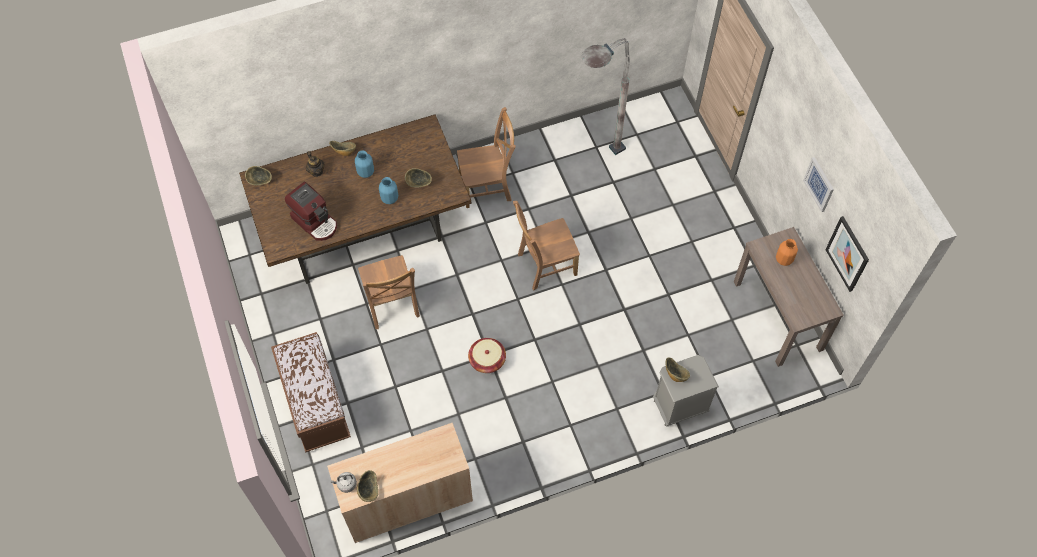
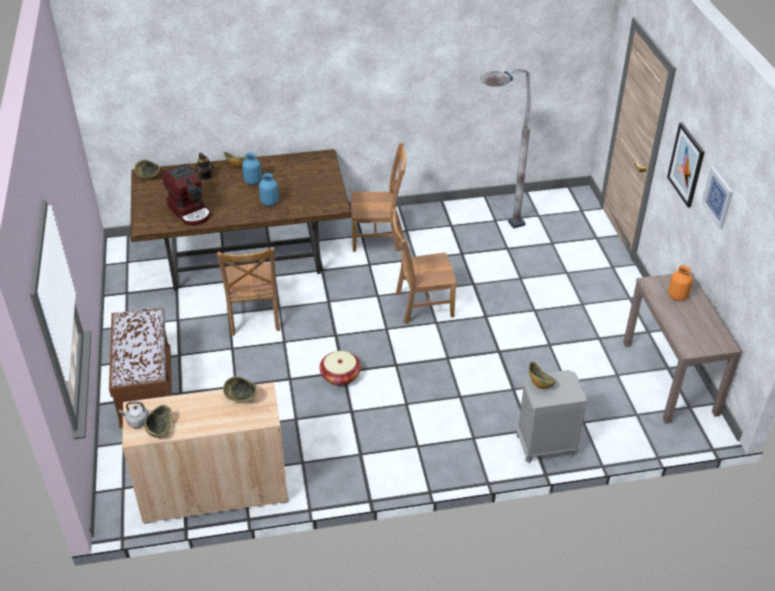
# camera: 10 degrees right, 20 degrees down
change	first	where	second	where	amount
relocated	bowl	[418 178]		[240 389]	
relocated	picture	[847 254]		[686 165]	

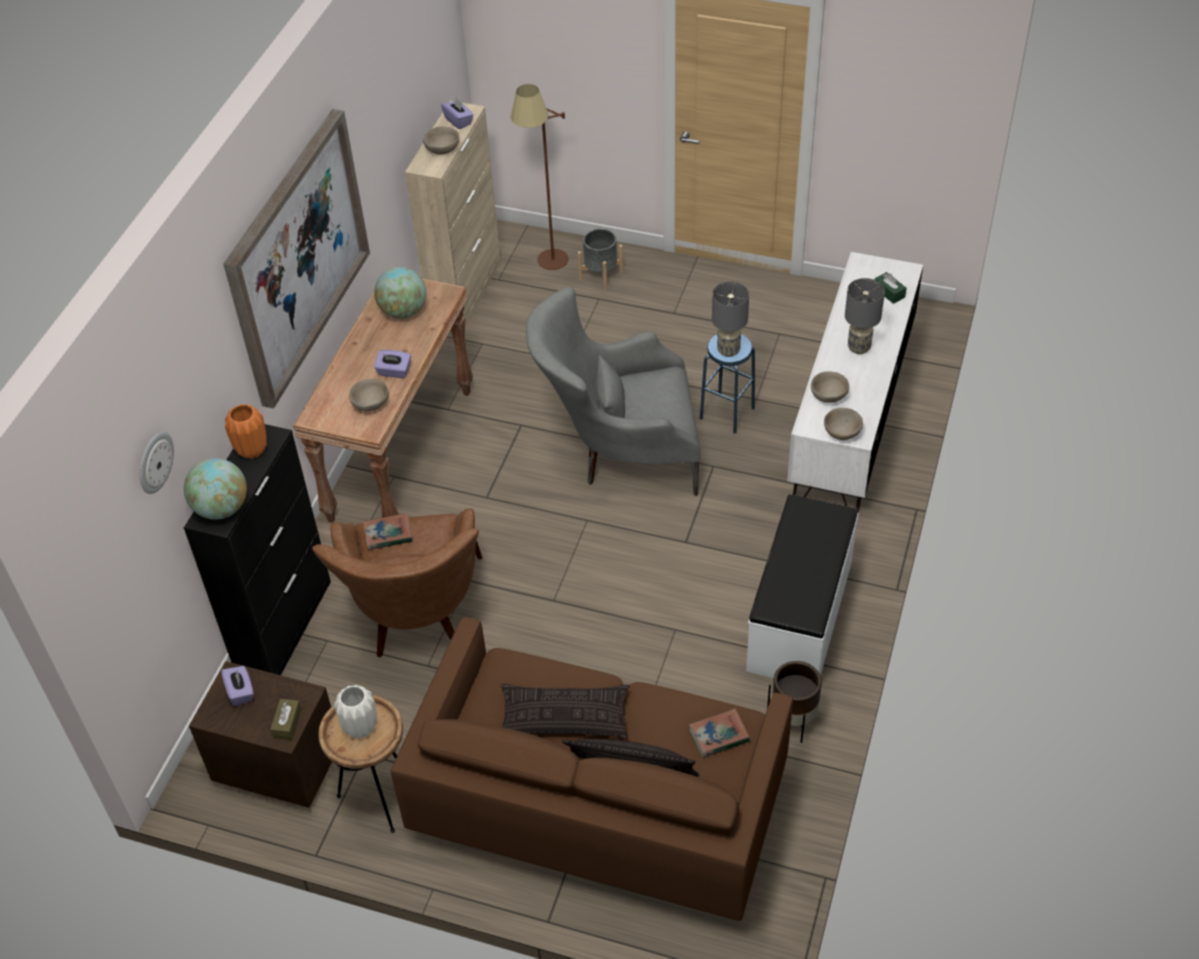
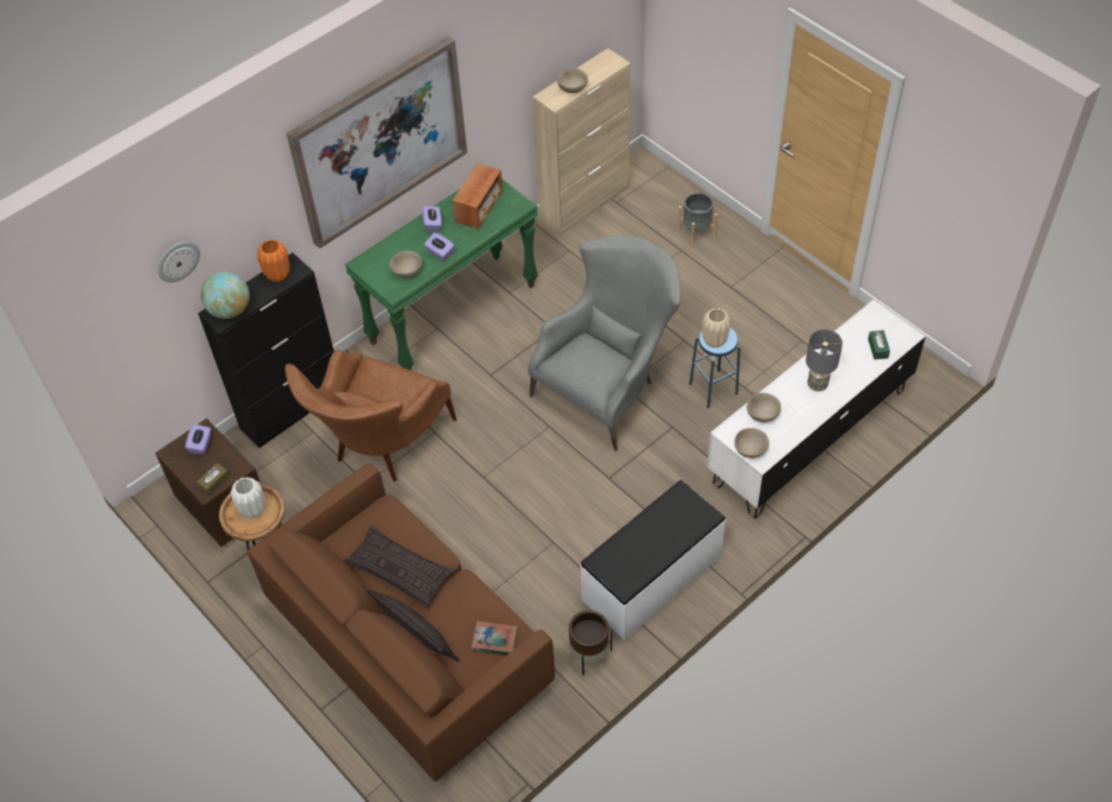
# camera: 30 degrees right, 5 degrees up
change	first	where	second	where	amount
missing	brown floor lamp	[539 177]			
relocated	purple tissue box	[457 113]		[432 219]	
exchanged	globe	[400 293]	radio	[477 196]	
colour	brown console table	[383 401]	green console table	[441 274]	
exchanged	grey table lamp	[730 319]	beige vase	[716 328]	
spun	grey armchair	[613 391]		[604 343]	105 degrees clockwise
missing	book	[388 531]			

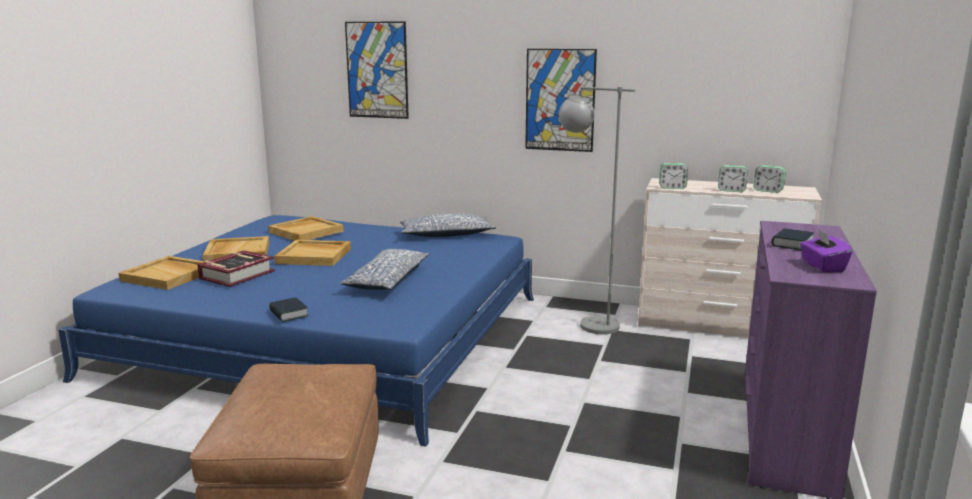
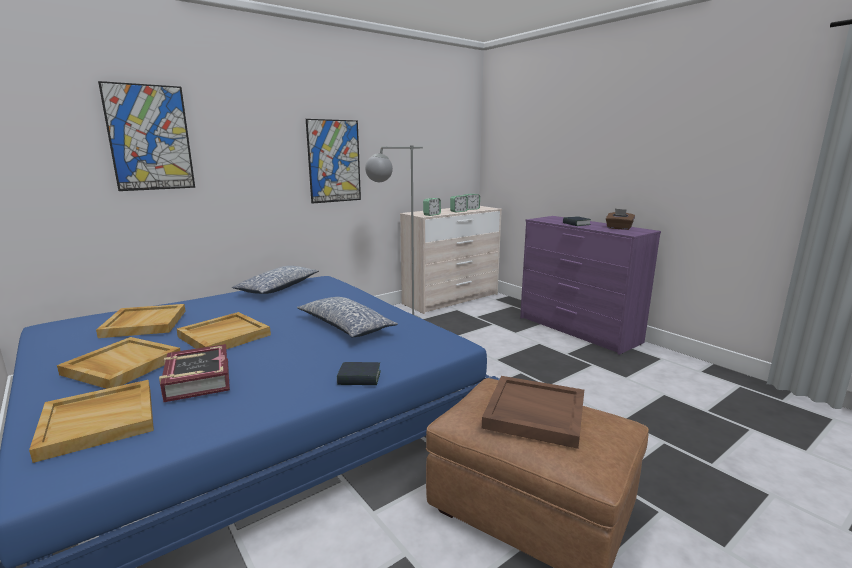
# camera: 55 degrees left, 0 degrees up
change	first	where	second	where	amount
colour	purple tissue box	[826 250]	brown tissue box	[620 219]	
appeared			brown tray	[533 412]	

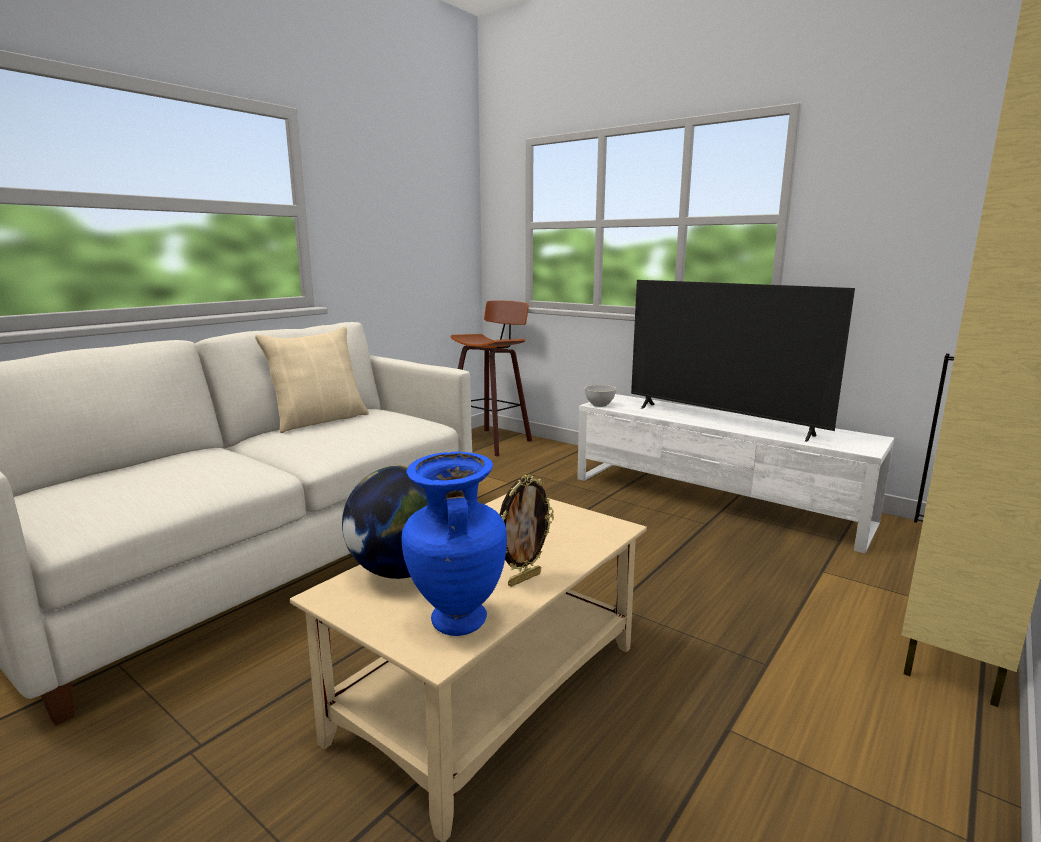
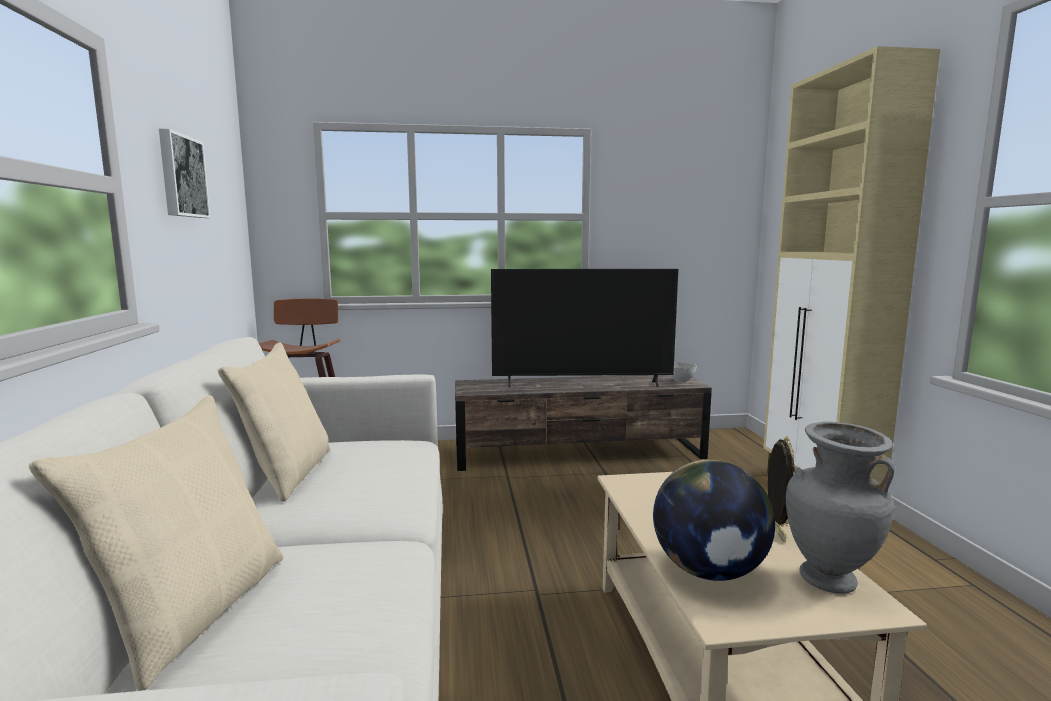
# camera: 45 degrees left, 5 degrees down
change	first	where	second	where	amount
relocated	grey bowl	[600 396]		[683 372]	
colour	white tv stand	[735 474]	brown tv stand	[583 423]	
colour	blue vase	[454 544]	grey vase	[840 508]	
appeared			picture	[184 173]	
appeared			beige pillow	[156 543]	

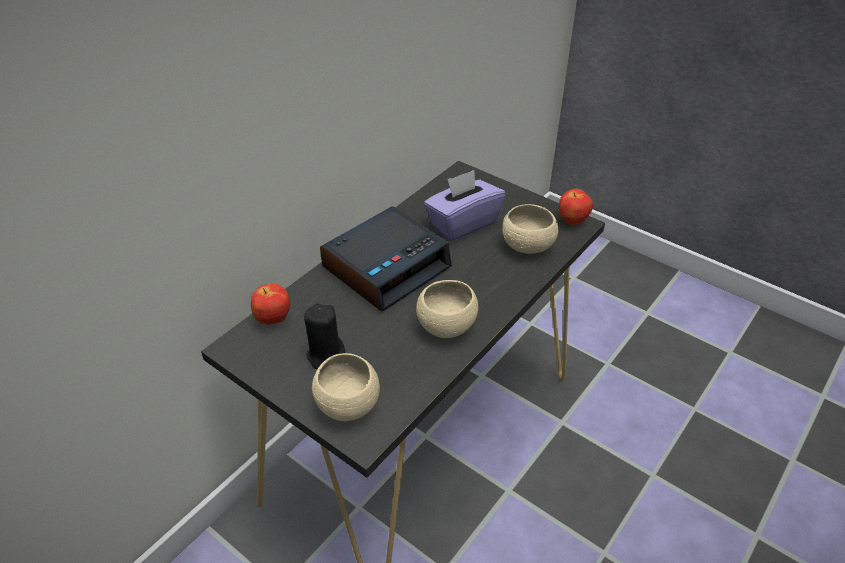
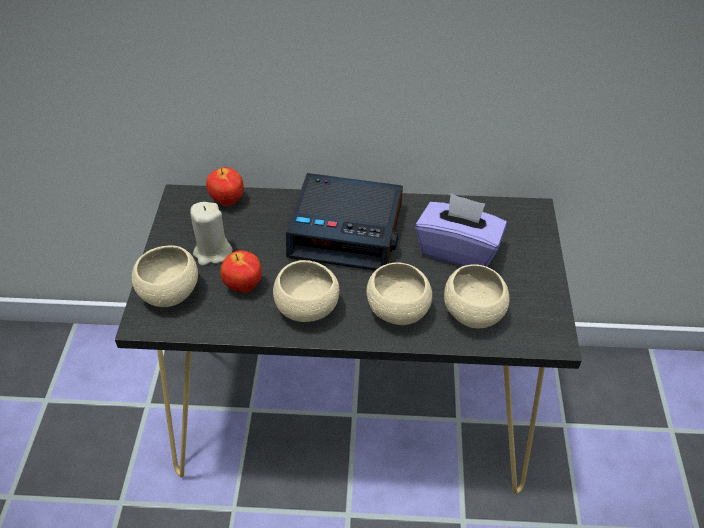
# camera: 55 degrees right, 5 degrees up
change	first	where	second	where	amount
relocated	apple	[576 207]		[241 272]	
colour	black candle	[324 336]	beige candle	[211 234]	
appeared			beige bowl	[399 294]	

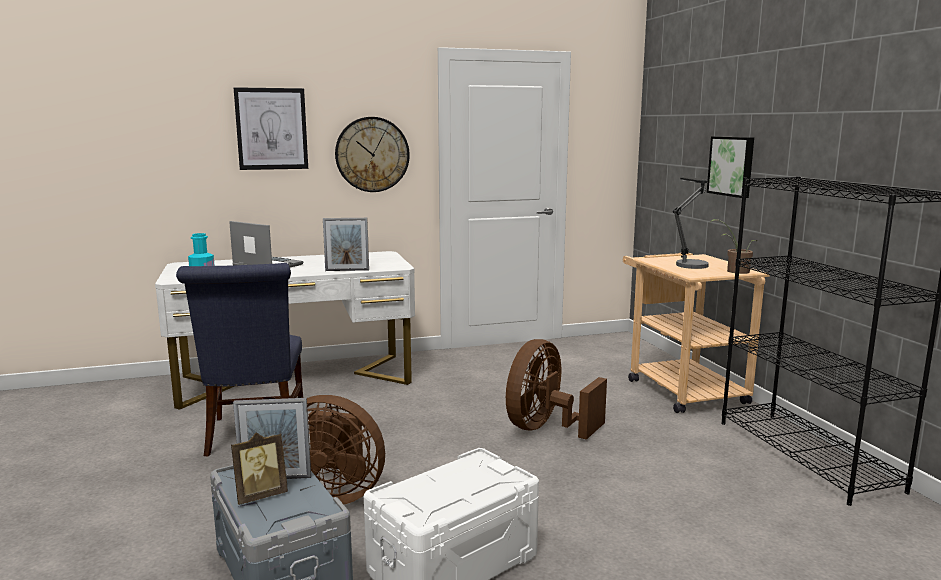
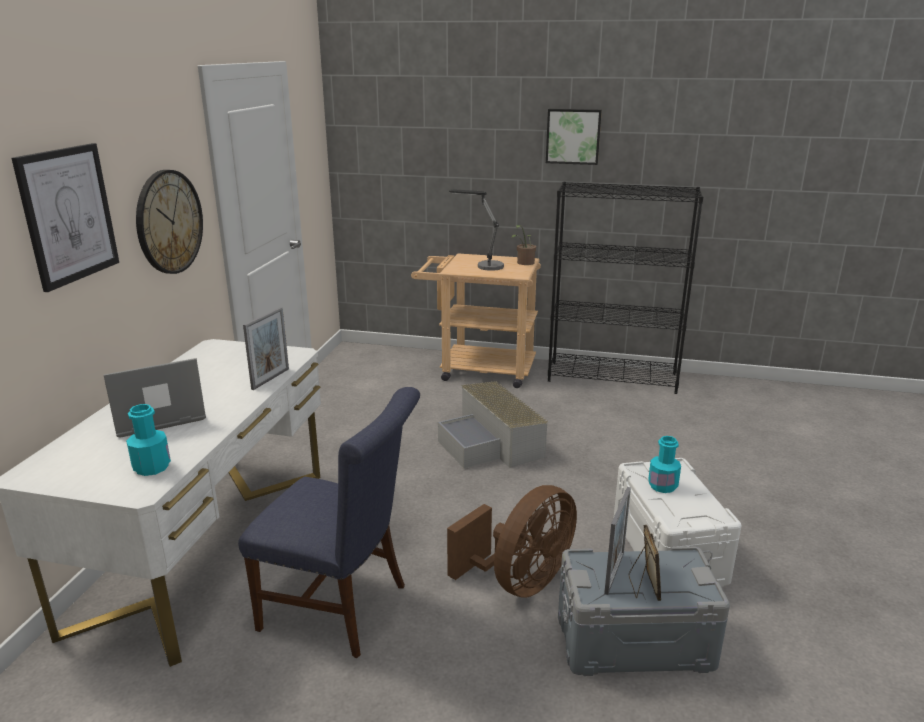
# camera: 60 degrees left, 10 degrees up
change	first	where	second	where	amount
relocated	picture	[730 167]		[574 137]	
exchanged	brown fan	[556 389]	grey storage box	[493 425]	
appeared			turquoise bottle	[664 464]	

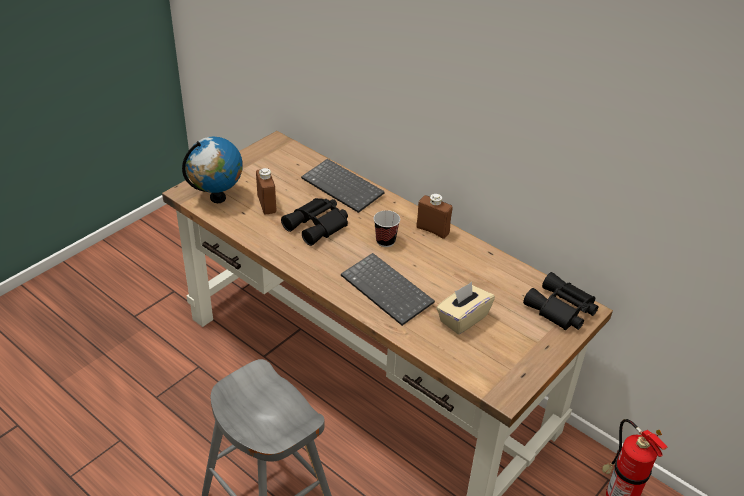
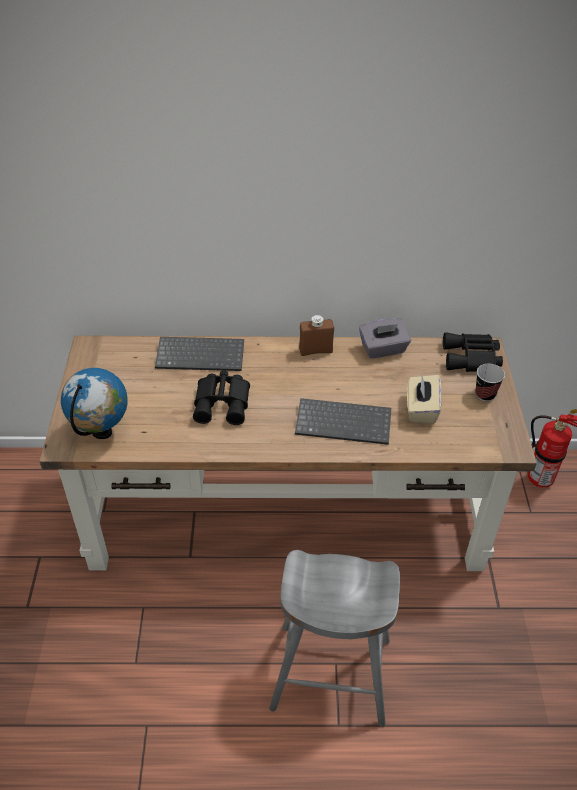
# camera: 40 degrees left, 5 degrees up
change	first	where	second	where	amount
missing	brown bottle	[266 191]			
relocated	cup	[387 228]		[490 383]	
appeared			grey tissue box	[385 338]	

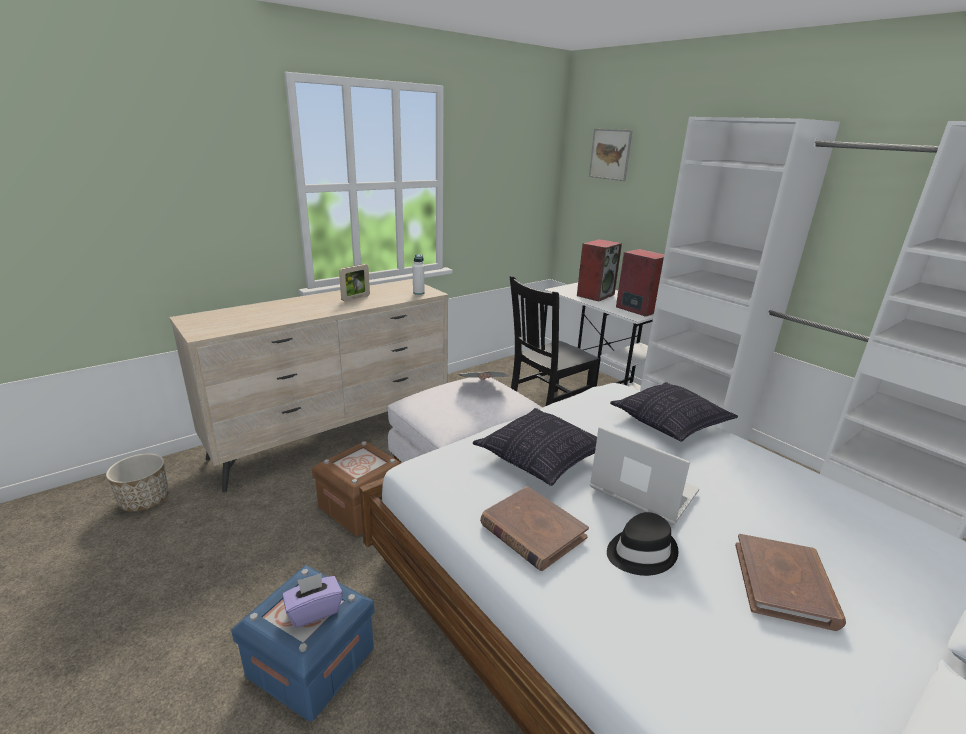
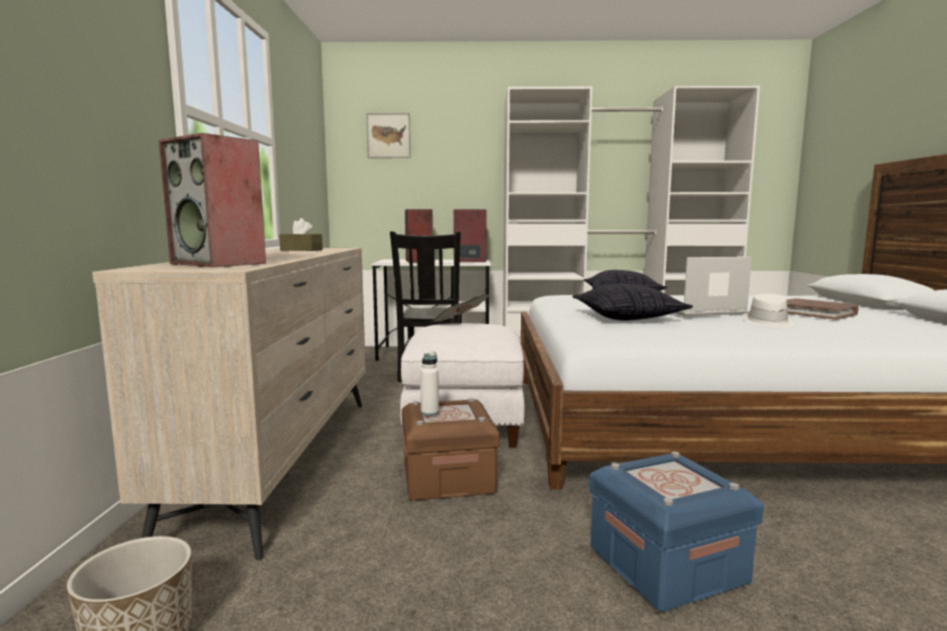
# camera: 50 degrees left, 15 degrees down
change	first	where	second	where	amount
relocated	white bottle	[419 274]		[429 384]	
missing	picture frame	[354 283]			
missing	brown book	[534 528]			
colour	black hat	[642 544]	white hat	[769 310]	
missing	purple tissue box	[312 600]			
appeared			speaker	[212 200]	
appeared			brown tissue box	[301 234]	

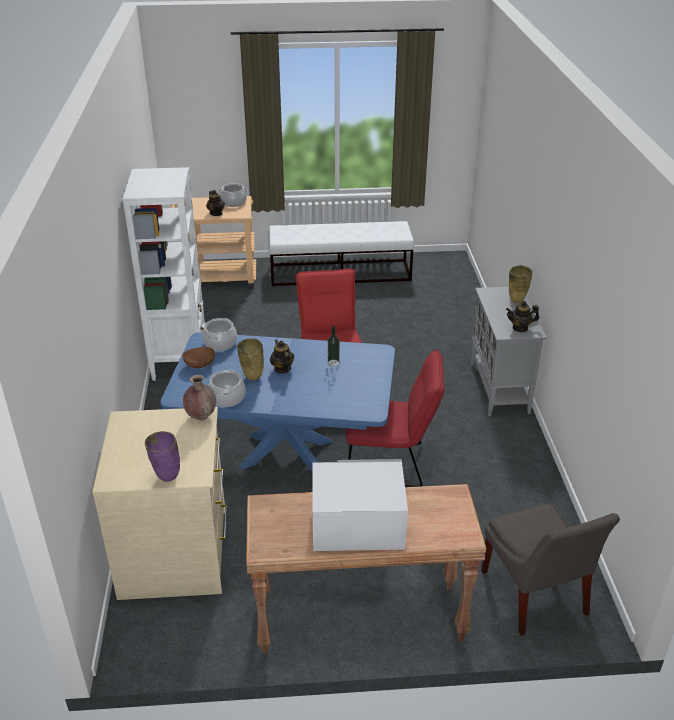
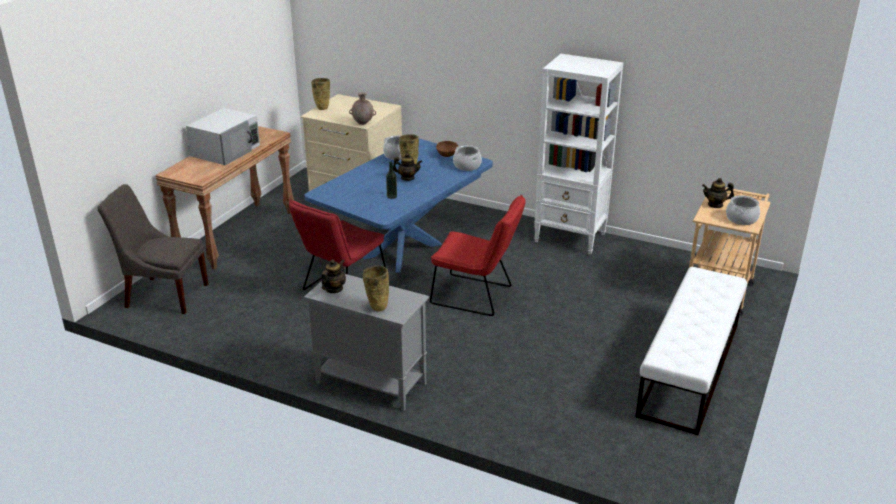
# camera: 120 degrees right, 5 degrees down
change	first	where	second	where	amount
colour	purple vase	[162 456]	beige vase	[320 94]	

